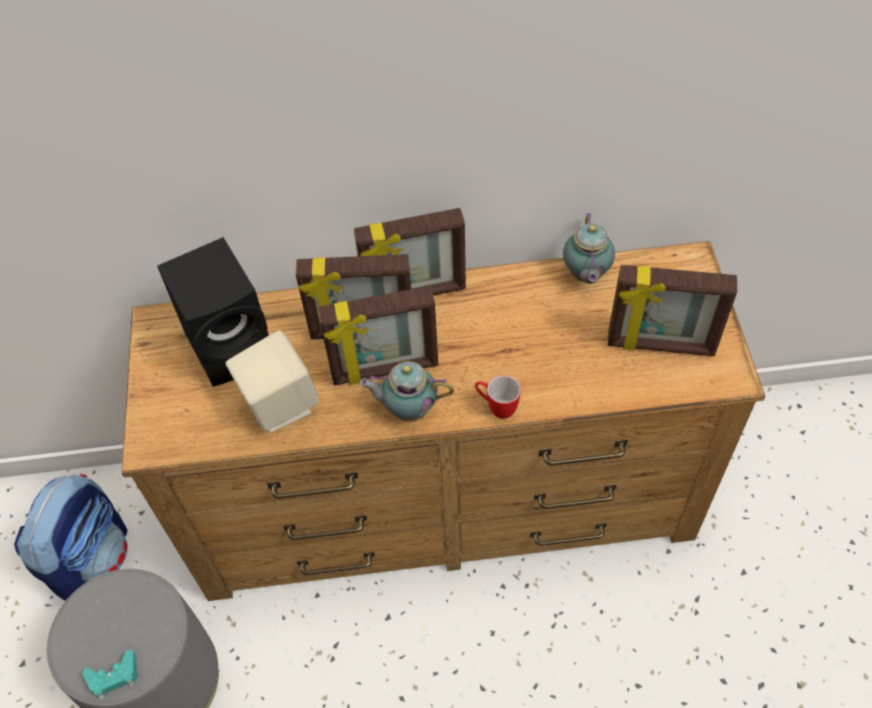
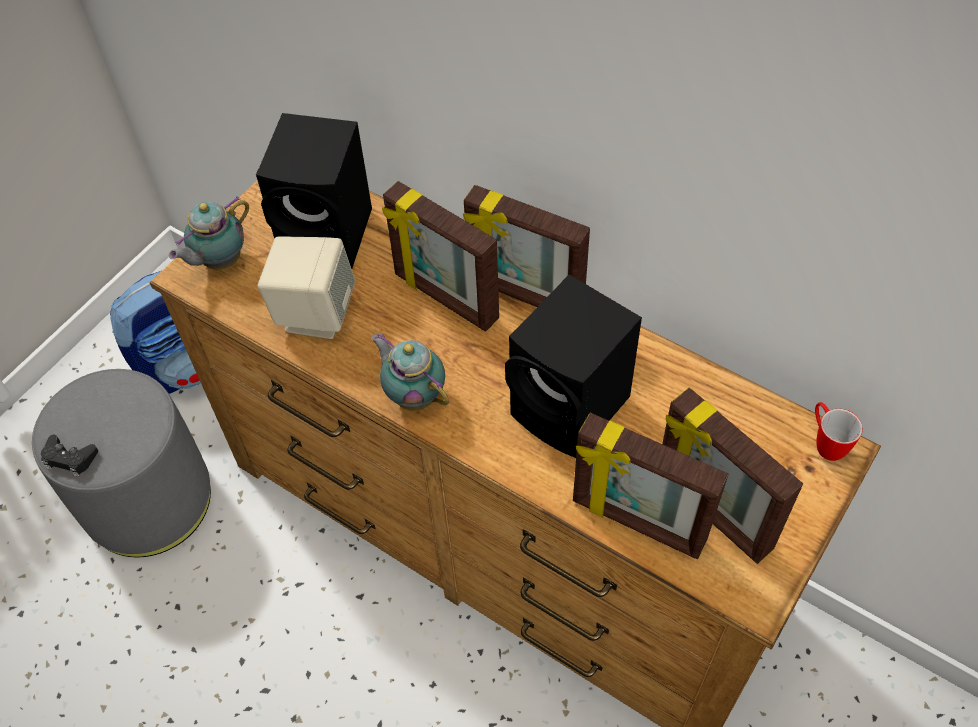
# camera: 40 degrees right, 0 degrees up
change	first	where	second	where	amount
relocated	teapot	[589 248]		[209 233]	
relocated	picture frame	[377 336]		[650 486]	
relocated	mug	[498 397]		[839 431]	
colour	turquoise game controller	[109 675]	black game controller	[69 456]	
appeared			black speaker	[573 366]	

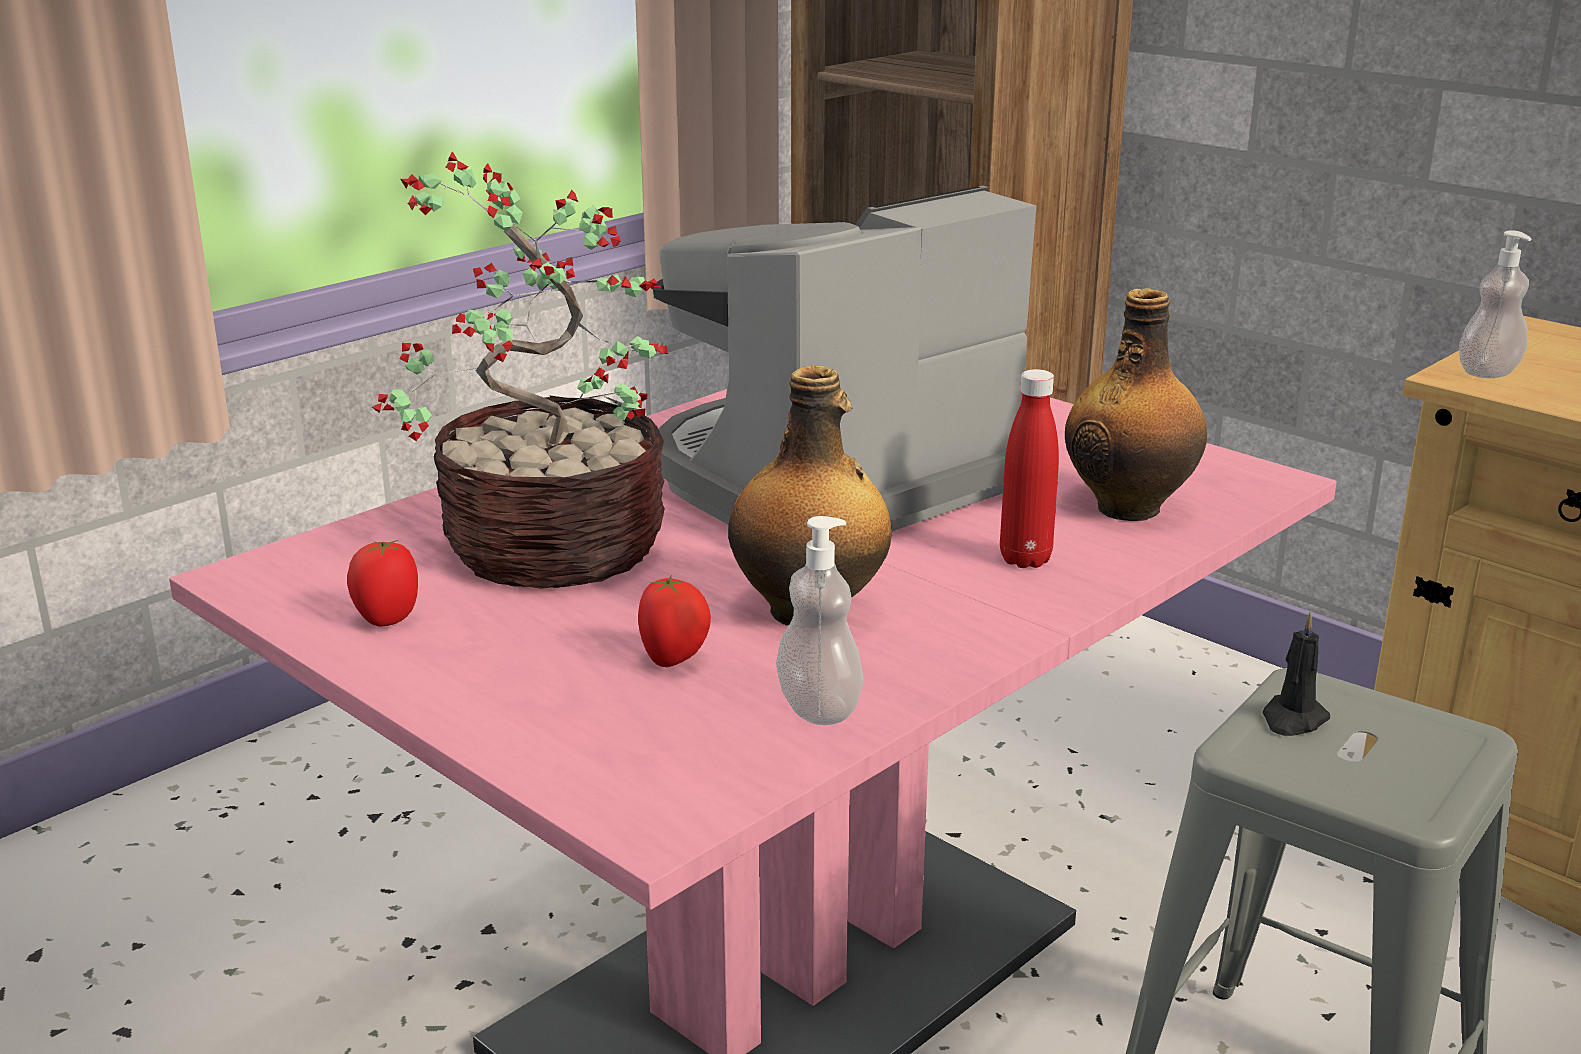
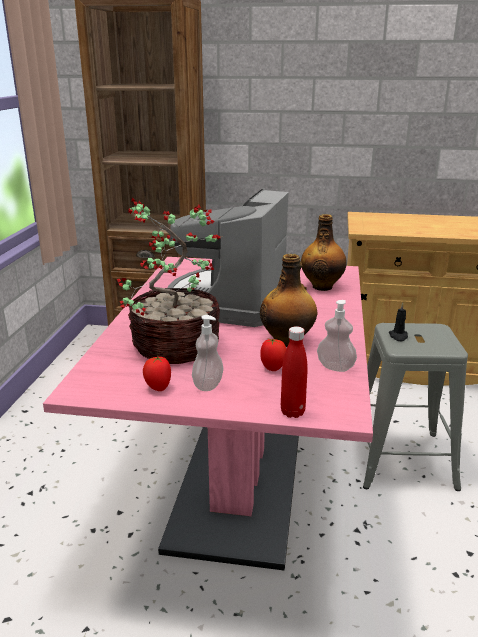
# camera: 35 degrees left, 0 degrees up
change	first	where	second	where	amount
relocated	soap dispenser	[1495 304]		[207 353]	
relocated	red bottle	[1029 468]		[294 372]	

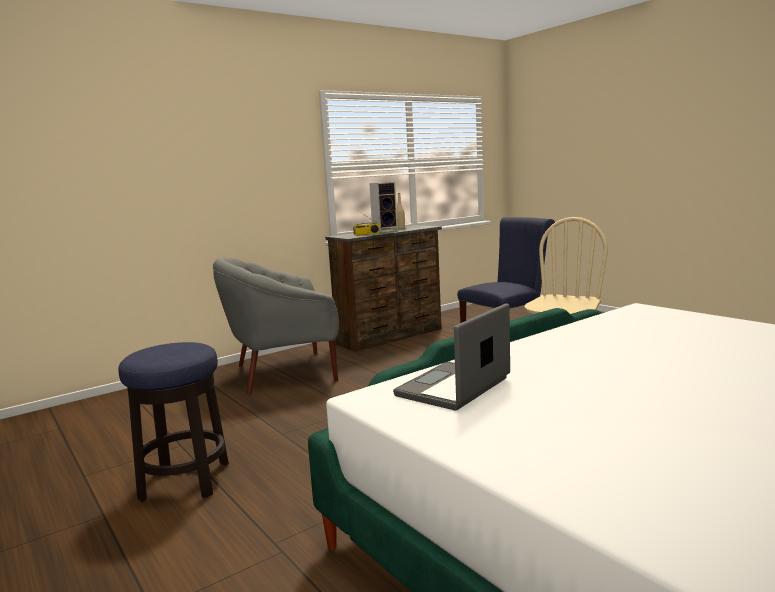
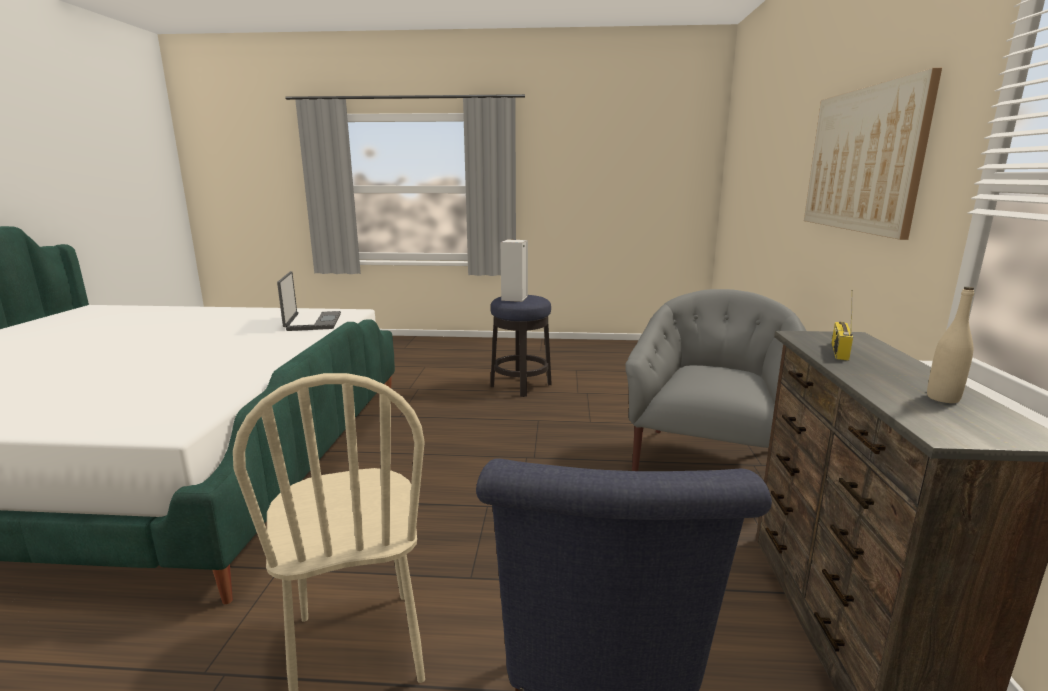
# camera: 130 degrees right, 5 degrees up
change	first	where	second	where	amount
relocated	speaker	[383 207]		[514 271]	
appeared			picture	[873 154]	

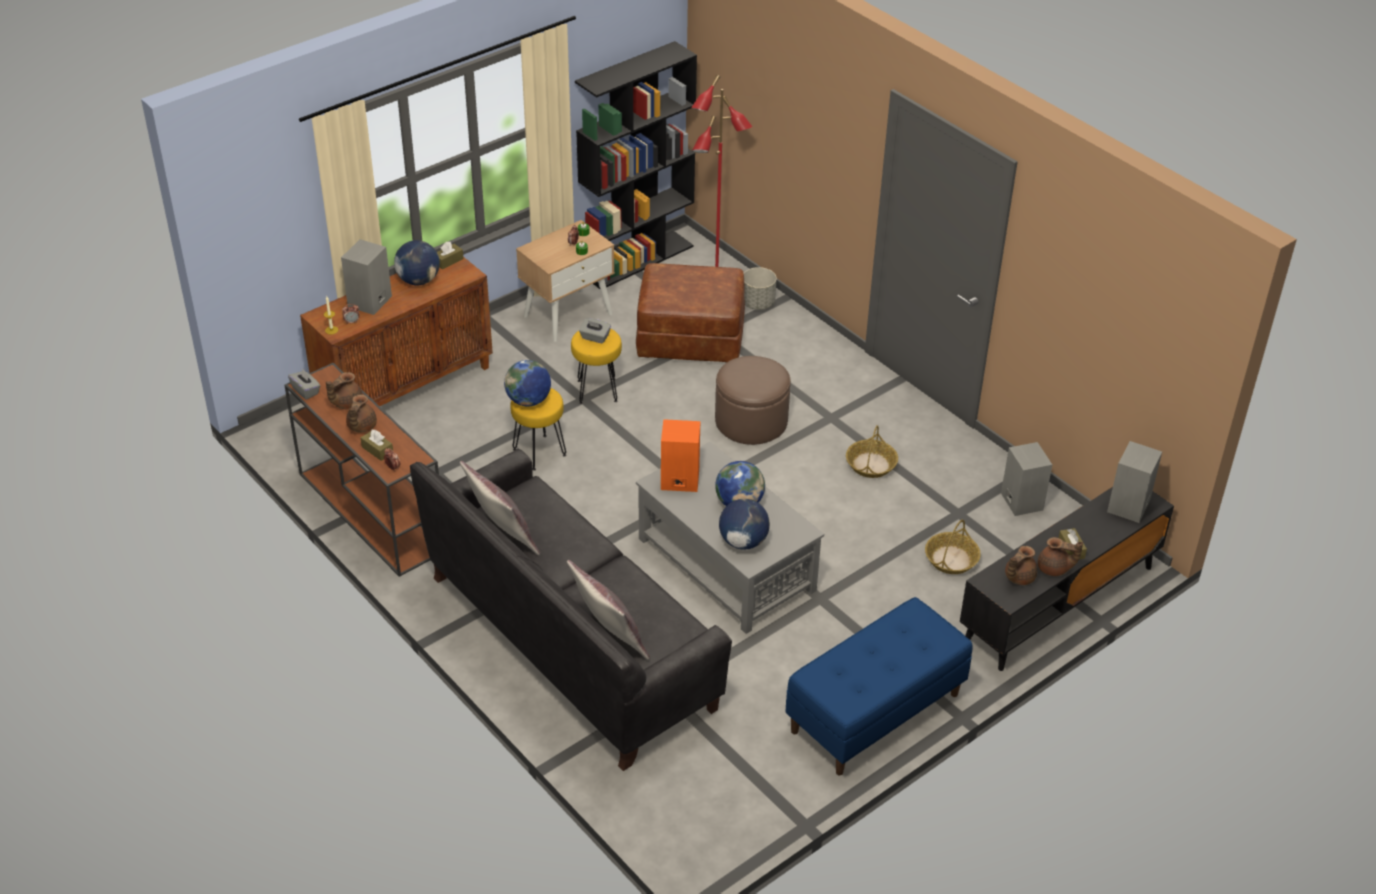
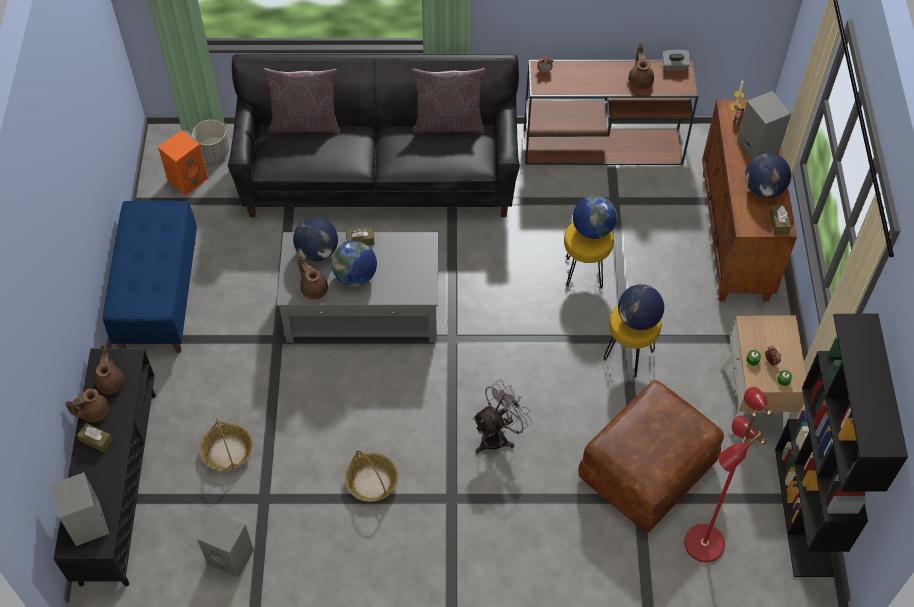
# camera: 130 degrees right, 15 degrees up
change	first	where	second	where	amount
relocated	grey planter	[760 288]		[211 141]	
exchanged	grey tissue box	[595 331]	globe	[641 307]	
exchanged	brown ottoman	[753 400]	grey fan	[502 417]	
relocated	brown teapot	[361 413]		[313 278]	
relocated	orange speaker	[680 455]		[183 163]	
relocated	brown tissue box	[376 445]		[360 236]	

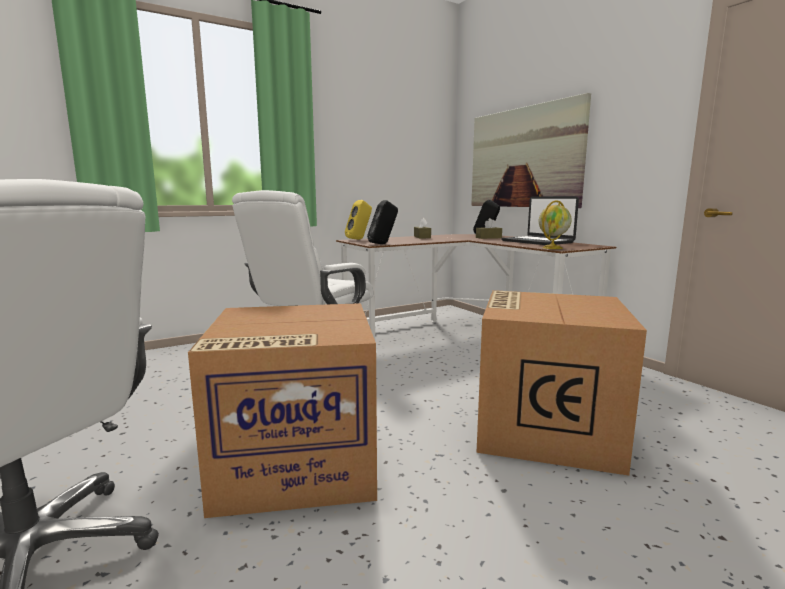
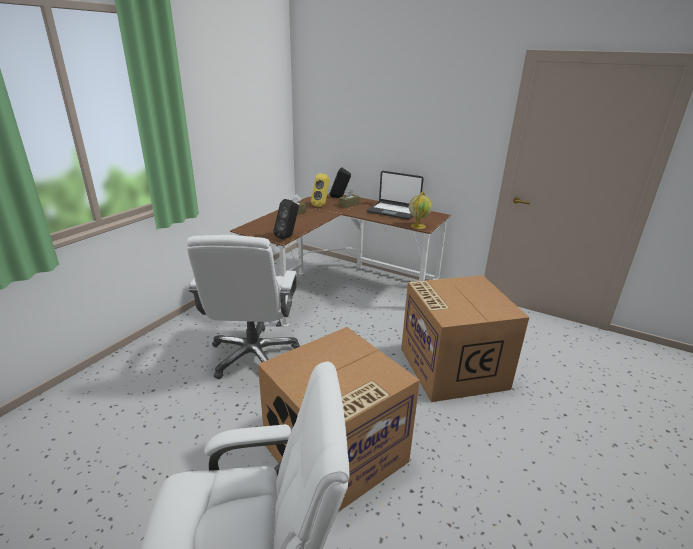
# camera: 30 degrees left, 15 degrees up
change	first	where	second	where	amount
missing	picture	[531 150]			
relocated	yellow speaker	[358 220]		[320 190]	

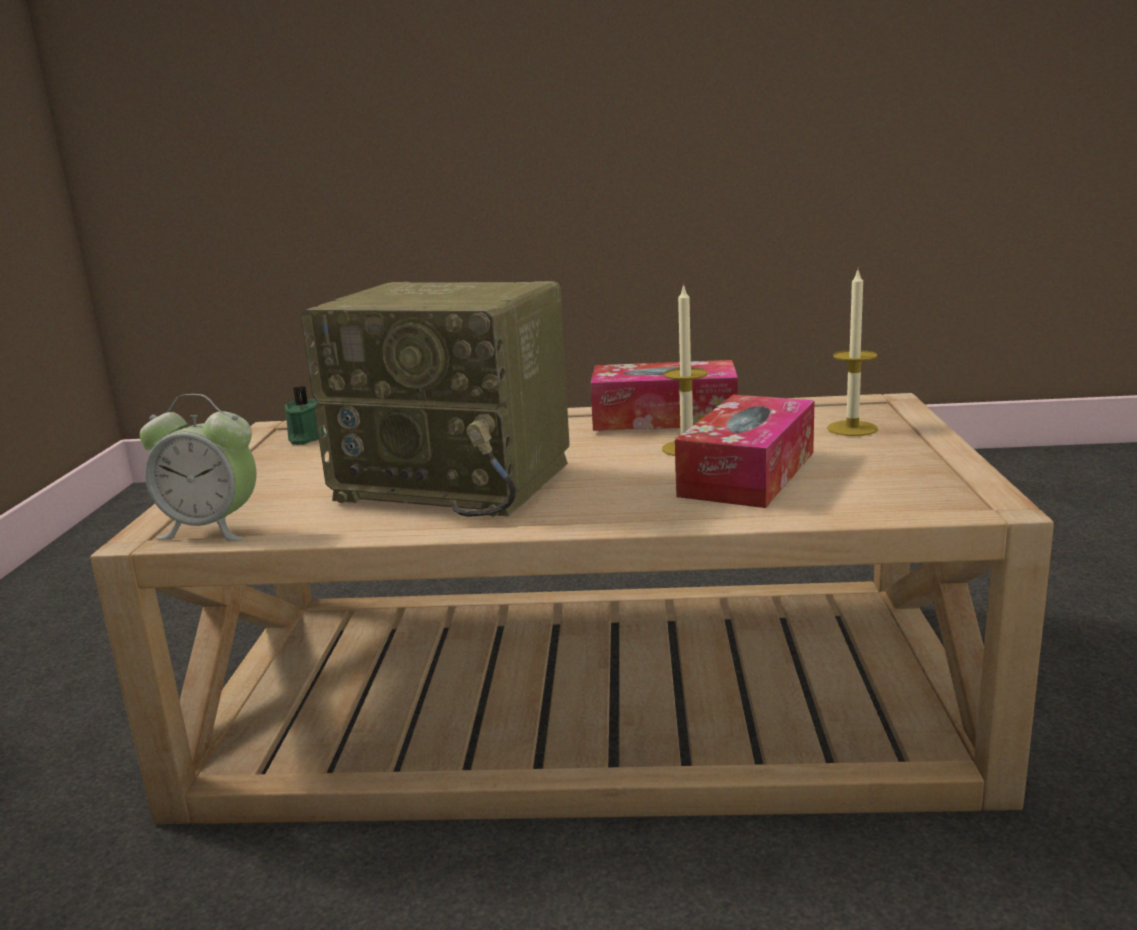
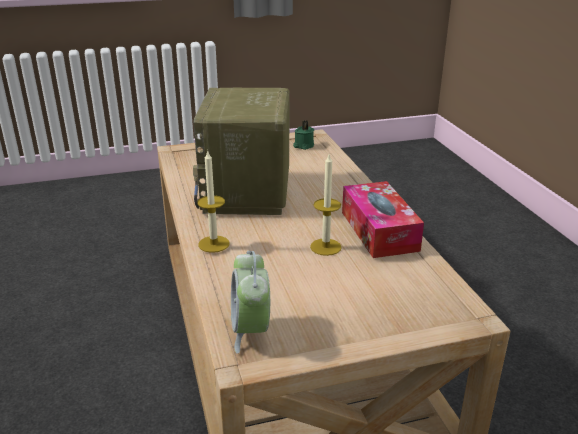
# camera: 70 degrees right, 10 degrees up
change	first	where	second	where	amount
relocated	candle	[852 353]		[213 201]	
relocated	alarm clock	[198 467]		[250 302]	
missing	tissue box	[745 451]			

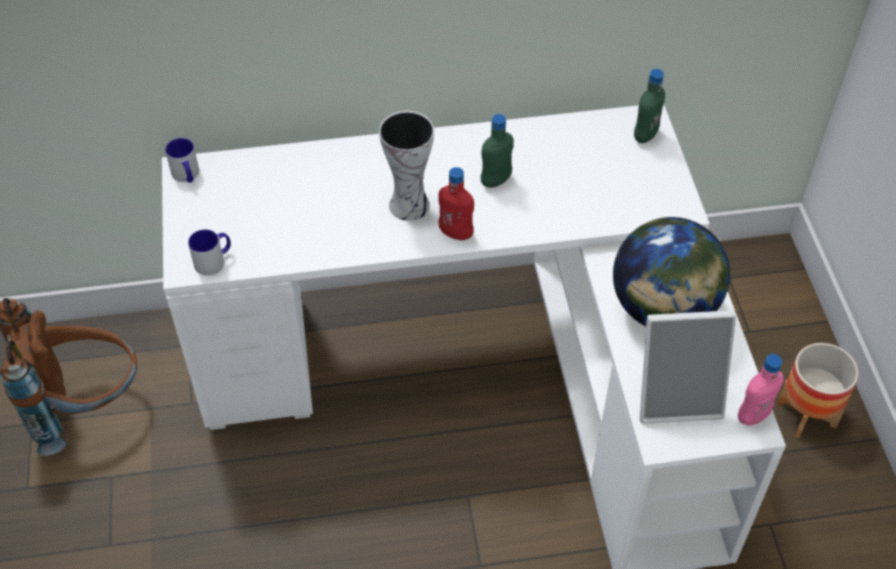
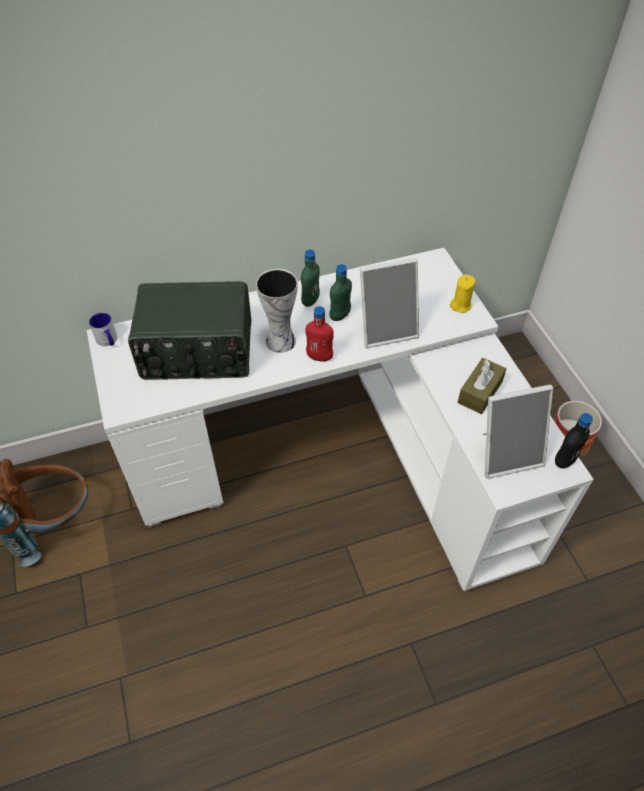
# camera: 10 degrees left, 0 degrees up
change	first	where	second	where	amount
relocated	green bottle	[649 106]		[310 278]	
exchanged	globe	[671 271]	brown tissue box	[482 386]	
missing	mug	[209 252]			
colour	pink bottle	[761 389]	black bottle	[574 440]	
appeared			picture frame	[389 303]	
appeared			yellow candle	[462 293]	
appeared			radio	[189 330]	

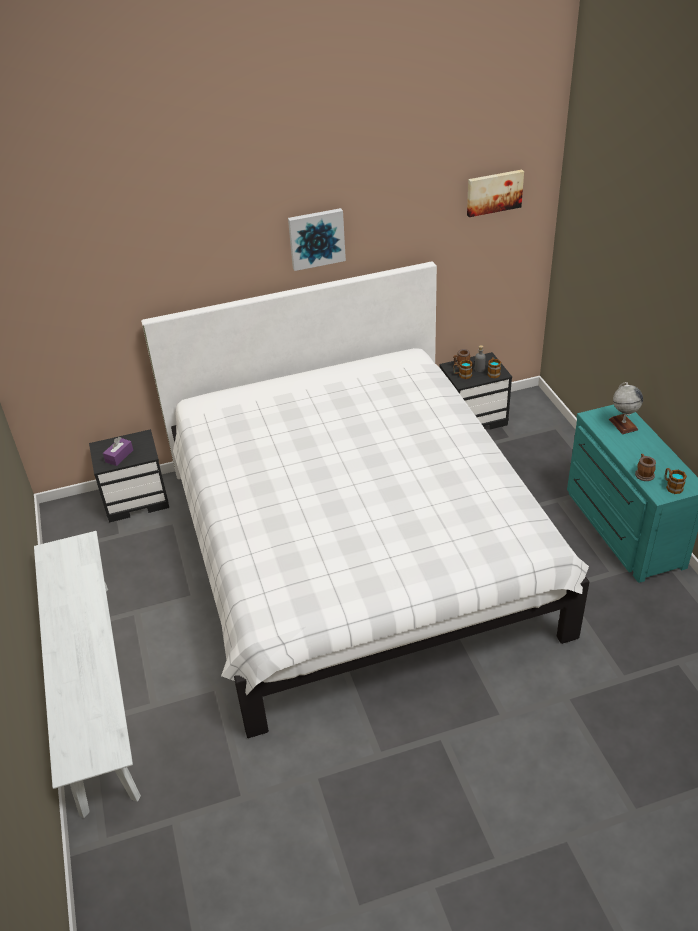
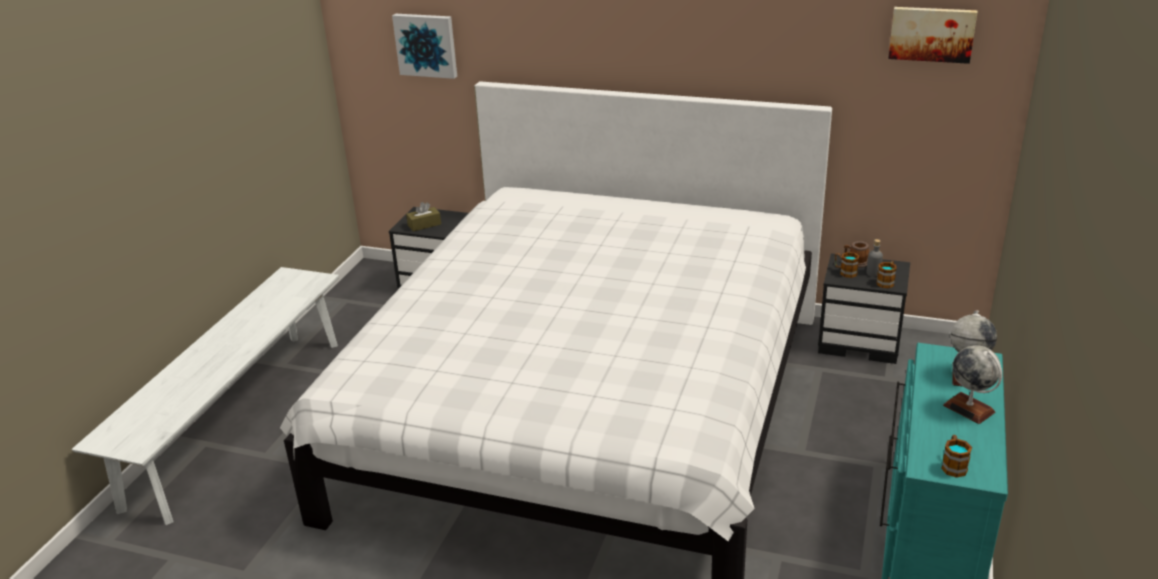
# camera: 35 degrees right, 10 degrees down
change	first	where	second	where	amount
relocated	picture	[317 239]		[424 46]	
colour	purple tissue box	[118 451]	brown tissue box	[423 216]	
missing	mug	[645 467]			
appeared			globe	[972 384]	

